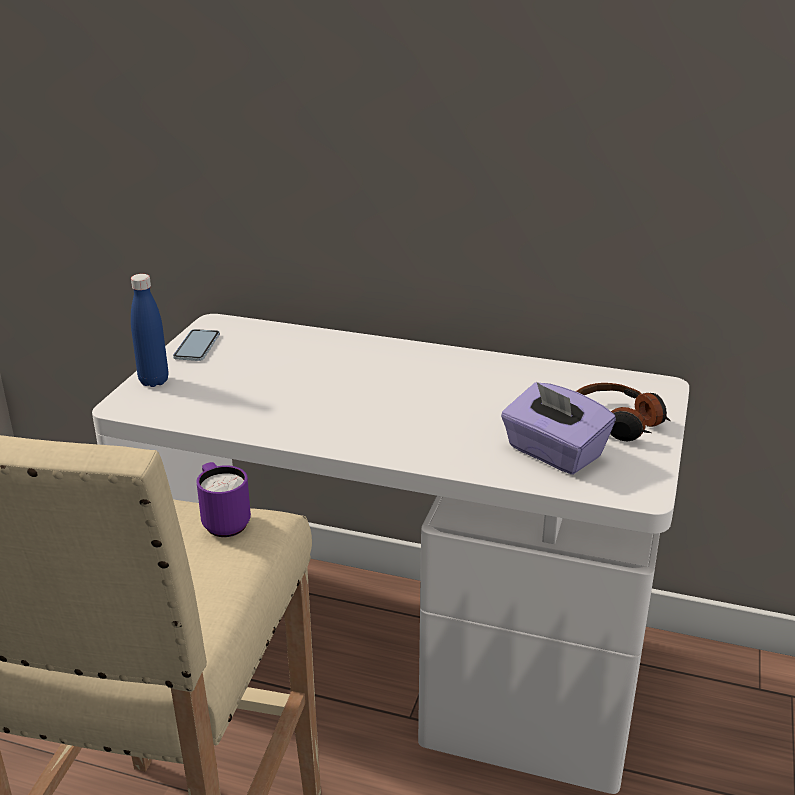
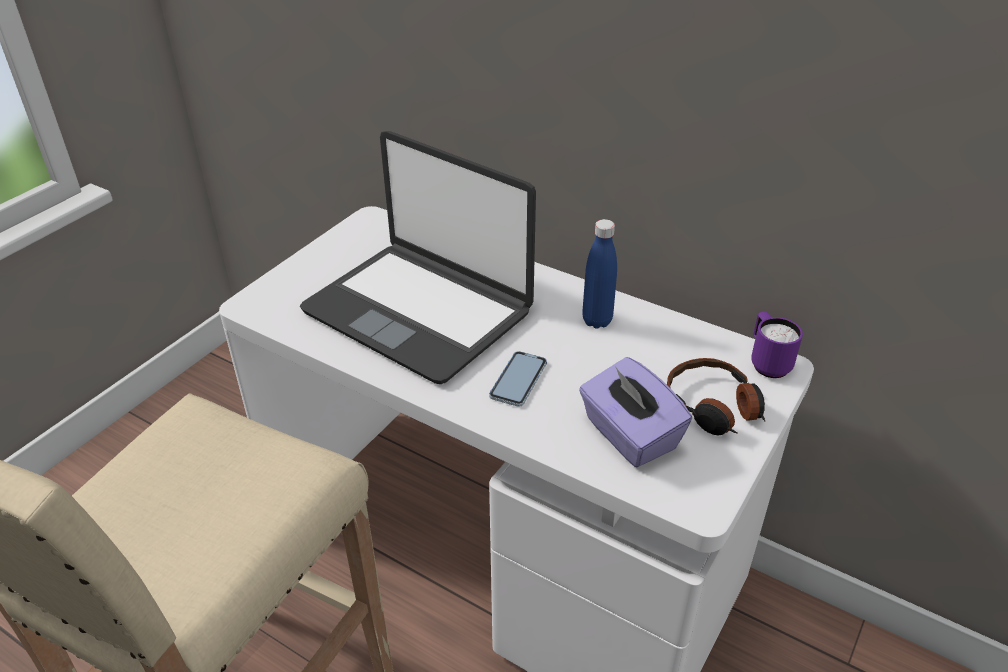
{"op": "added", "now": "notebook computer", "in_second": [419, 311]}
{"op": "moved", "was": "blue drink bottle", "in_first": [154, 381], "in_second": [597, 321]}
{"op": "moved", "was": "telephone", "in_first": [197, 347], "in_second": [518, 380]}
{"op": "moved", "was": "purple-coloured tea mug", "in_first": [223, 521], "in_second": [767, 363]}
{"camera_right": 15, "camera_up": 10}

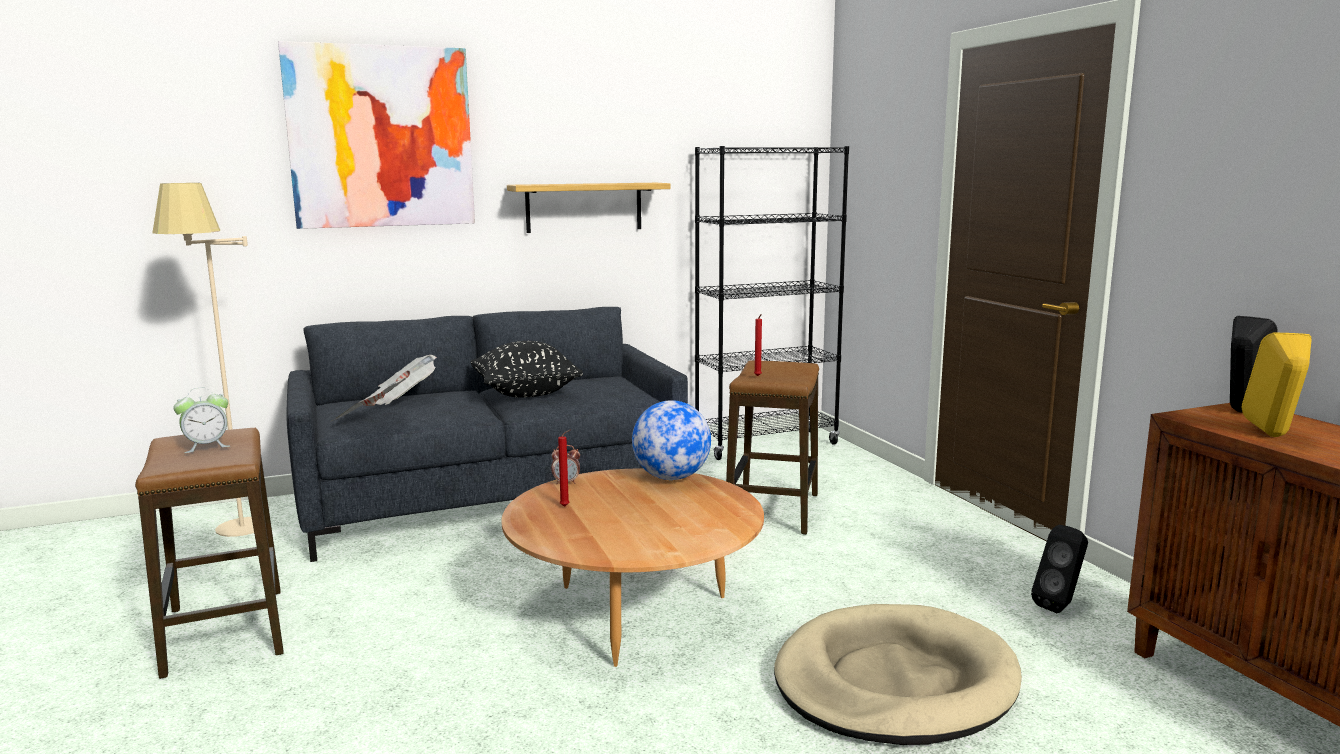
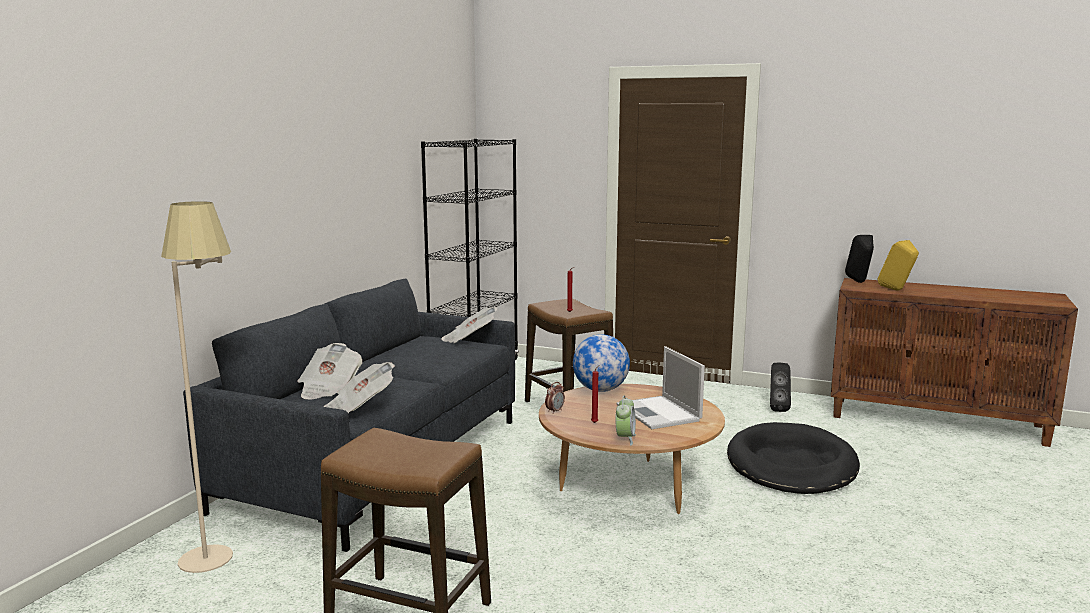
{"op": "removed", "was": "picture", "in_first": [381, 137]}
{"op": "removed", "was": "black cushion", "in_first": [526, 393]}
{"op": "removed", "was": "shelf", "in_first": [584, 207]}
{"op": "added", "now": "daily paper", "in_second": [469, 340]}
{"op": "added", "now": "notebook computer", "in_second": [659, 413]}
{"op": "moved", "was": "alarm clock", "in_first": [206, 446], "in_second": [625, 438]}
{"op": "recoloured", "was": "sand-coloured dog cushion", "now": "black dog cushion", "in_first": [894, 682], "in_second": [791, 465]}
{"camera_right": -45, "camera_up": 0}

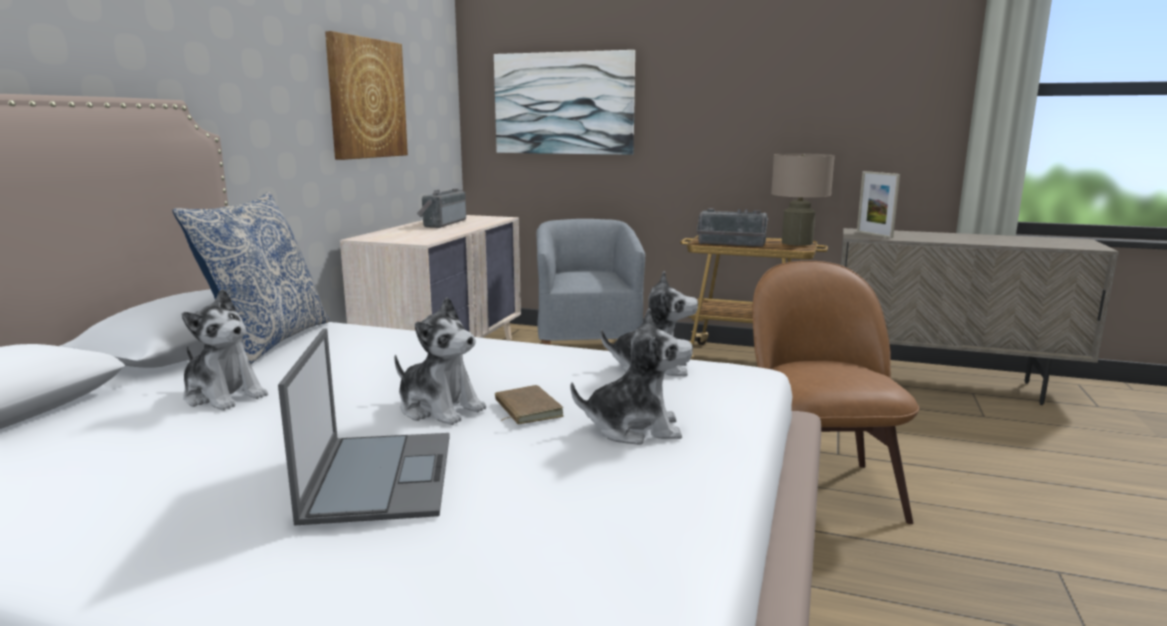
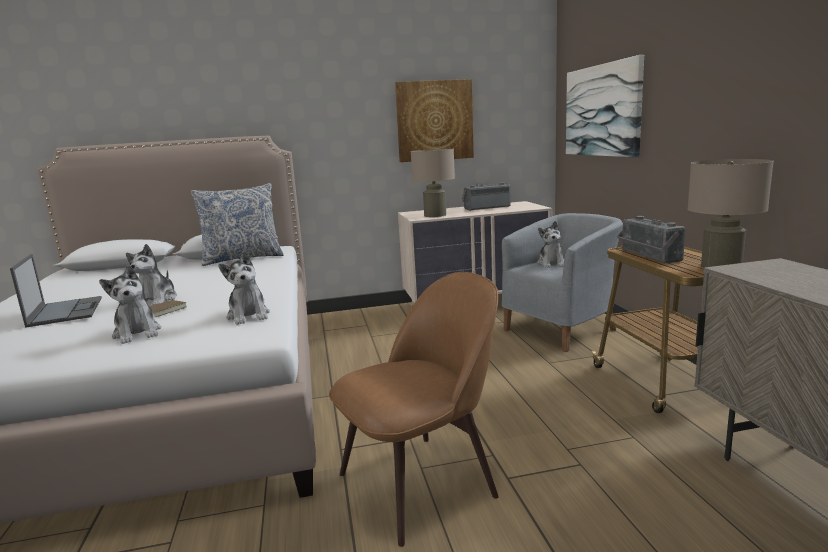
{"op": "removed", "was": "picture frame", "in_first": [874, 234]}
{"op": "added", "now": "sand-coloured lamp for a table", "in_second": [435, 215]}
{"op": "moved", "was": "cuddly toy", "in_first": [224, 395], "in_second": [551, 264]}
{"op": "turned", "was": "notebook computer", "in_first": [380, 475], "in_second": [66, 311], "clockwise": -75}
{"camera_right": 60, "camera_up": 0}

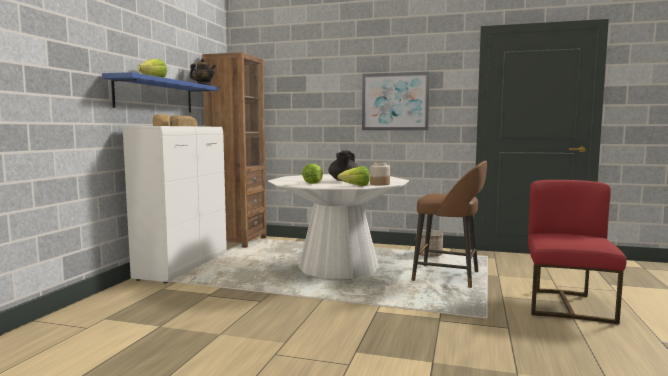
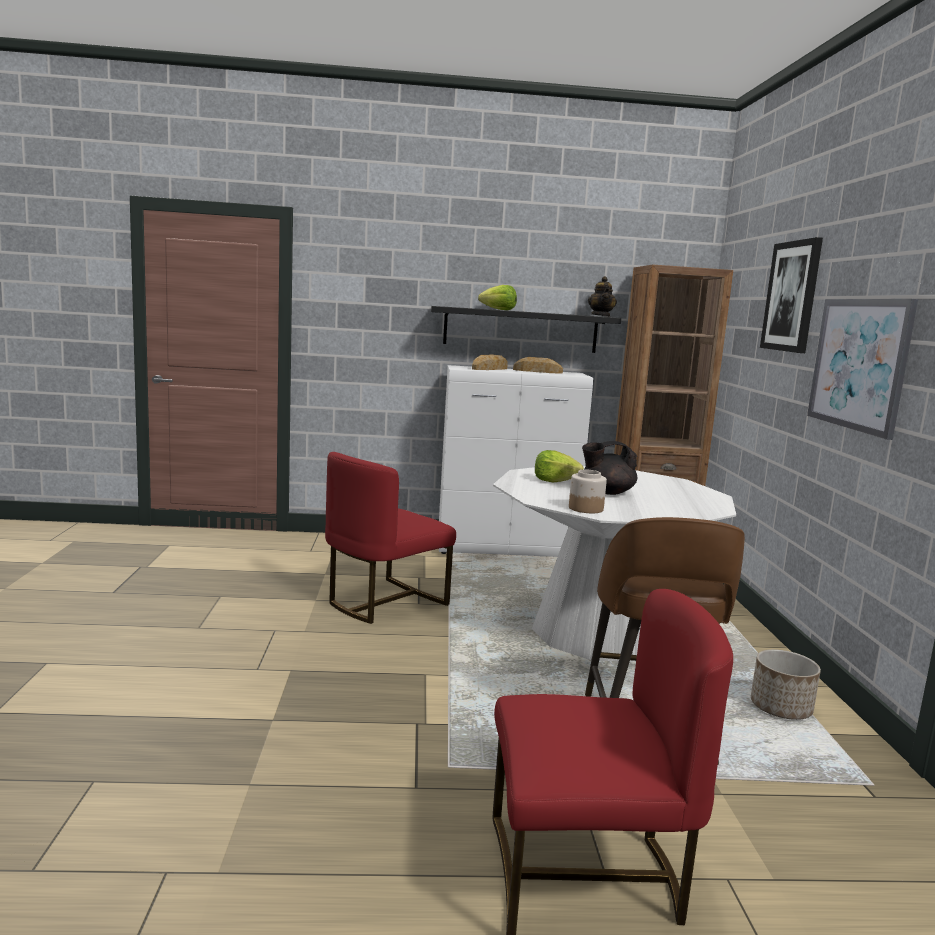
{"op": "removed", "was": "lettuce head", "in_first": [355, 186]}
{"op": "added", "now": "red-coloured chair", "in_second": [384, 602]}
{"op": "added", "now": "picture", "in_second": [792, 296]}
{"op": "recoloured", "was": "blue shelf", "now": "black shelf", "in_first": [155, 96], "in_second": [520, 330]}
{"camera_right": 70, "camera_up": 5}

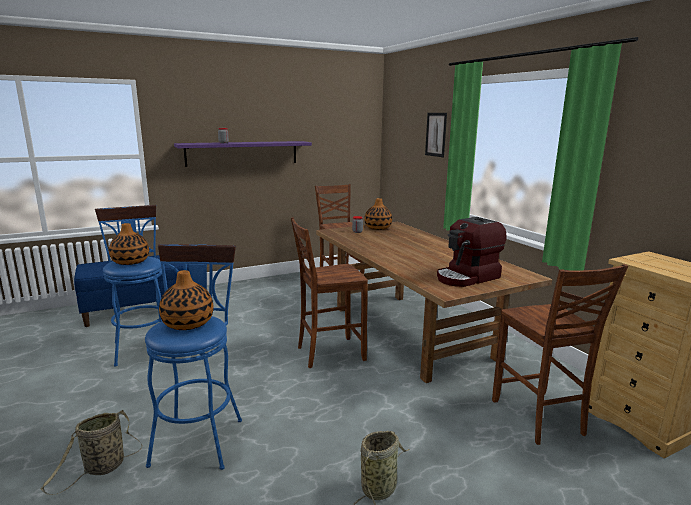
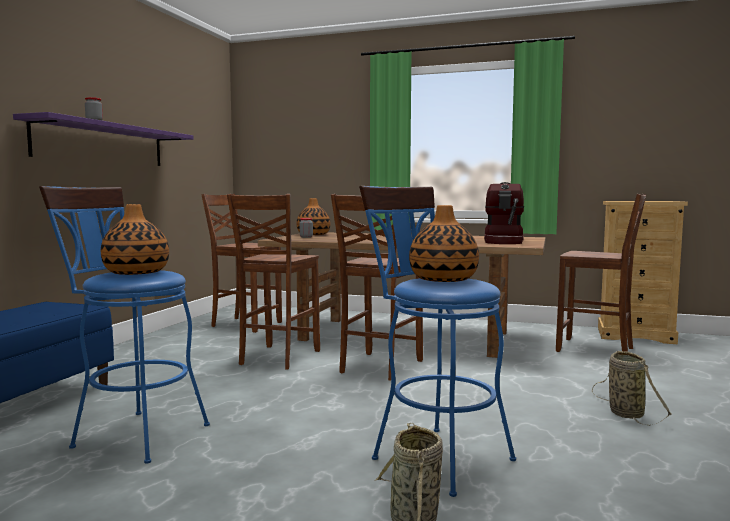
{"op": "removed", "was": "picture", "in_first": [436, 134]}
{"op": "added", "now": "brown-coloured chair", "in_second": [277, 358]}
{"camera_right": -45, "camera_up": -10}

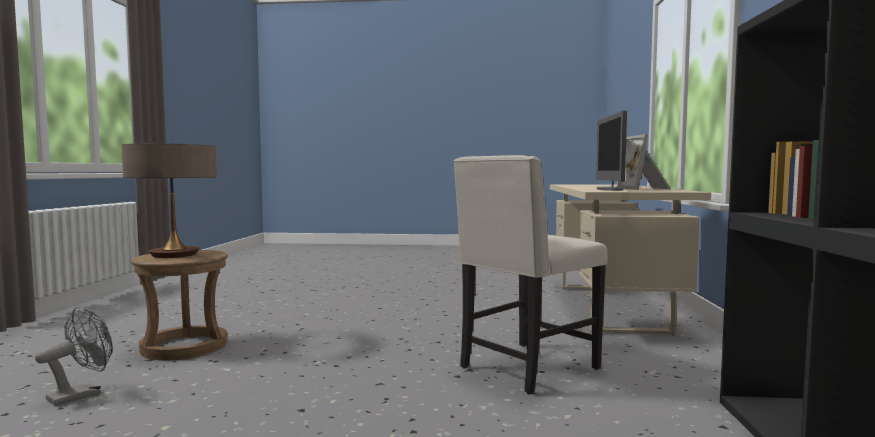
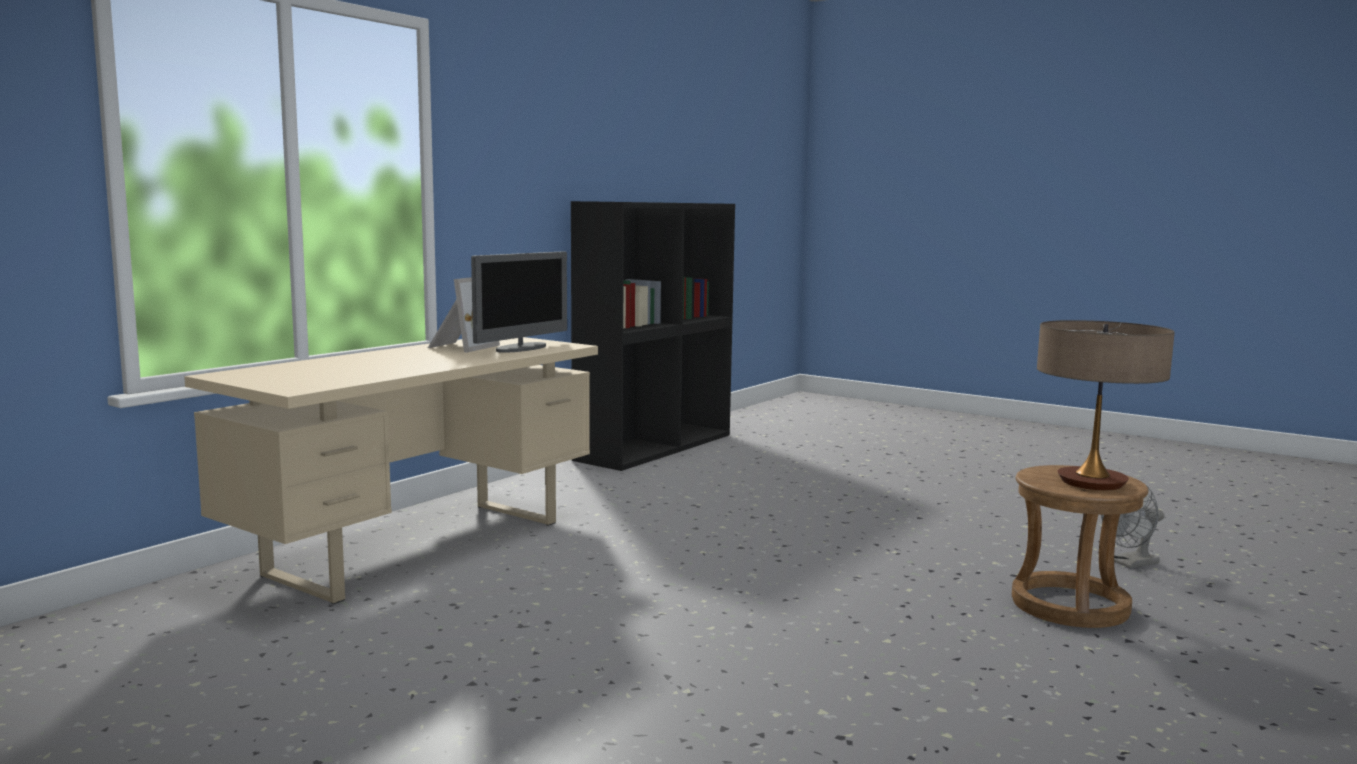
{"op": "removed", "was": "sand-coloured chair", "in_first": [526, 368]}
{"camera_right": -150, "camera_up": 5}

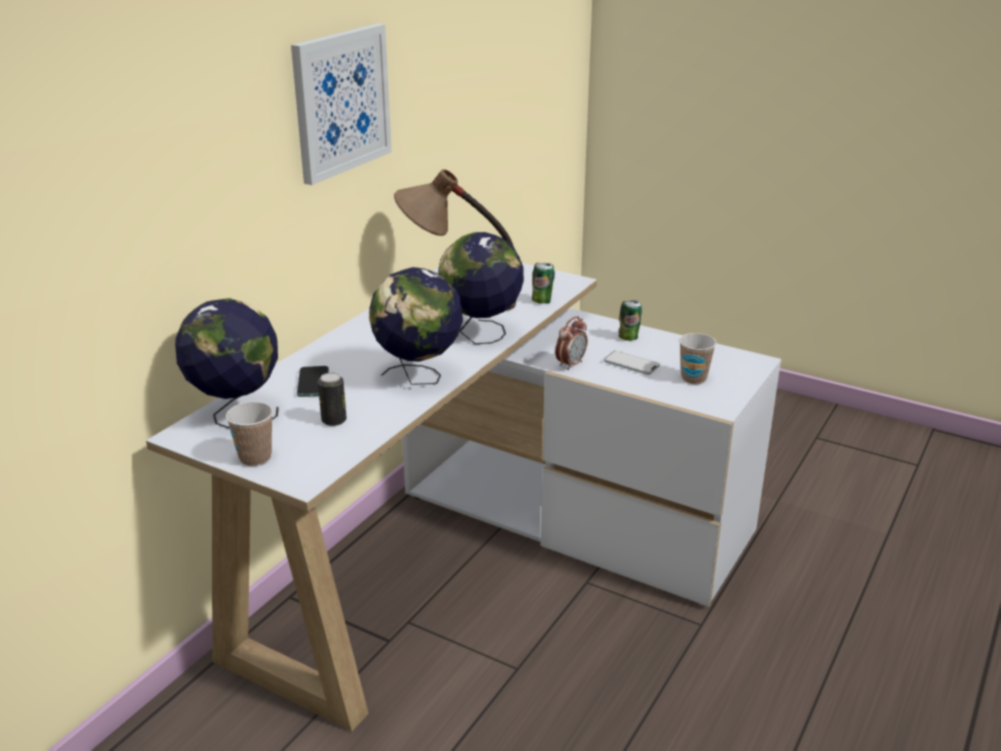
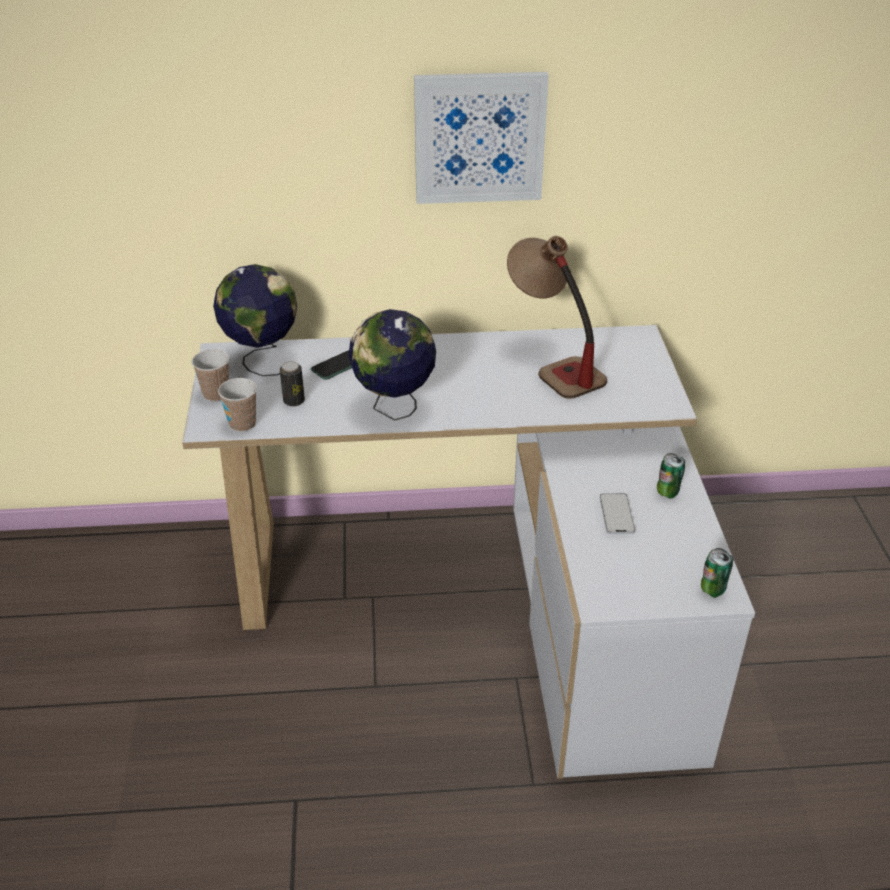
{"op": "removed", "was": "desk globe", "in_first": [481, 335]}
{"op": "removed", "was": "alarm clock", "in_first": [571, 364]}
{"op": "moved", "was": "sealed can", "in_first": [542, 301], "in_second": [712, 590]}
{"op": "moved", "was": "small cup", "in_first": [693, 378], "in_second": [242, 424]}
{"camera_right": 55, "camera_up": 10}

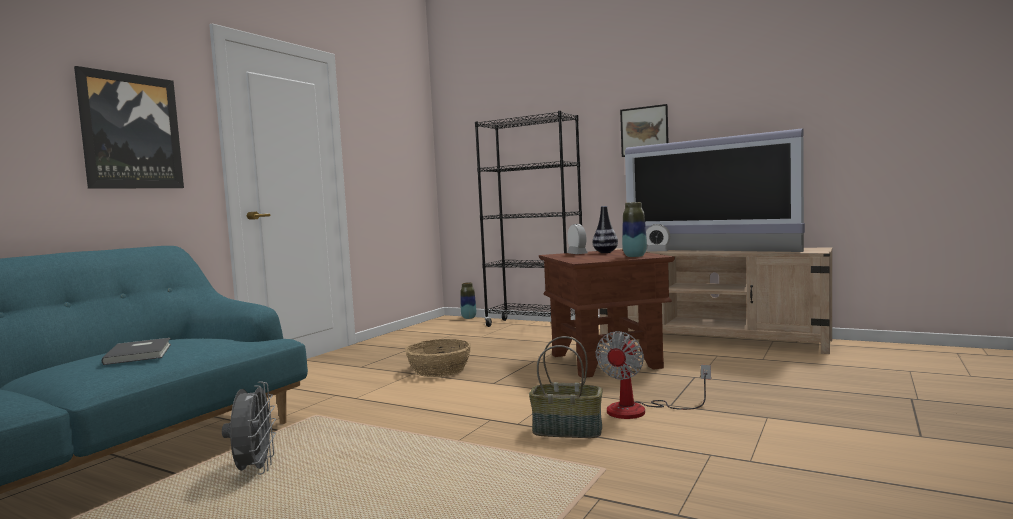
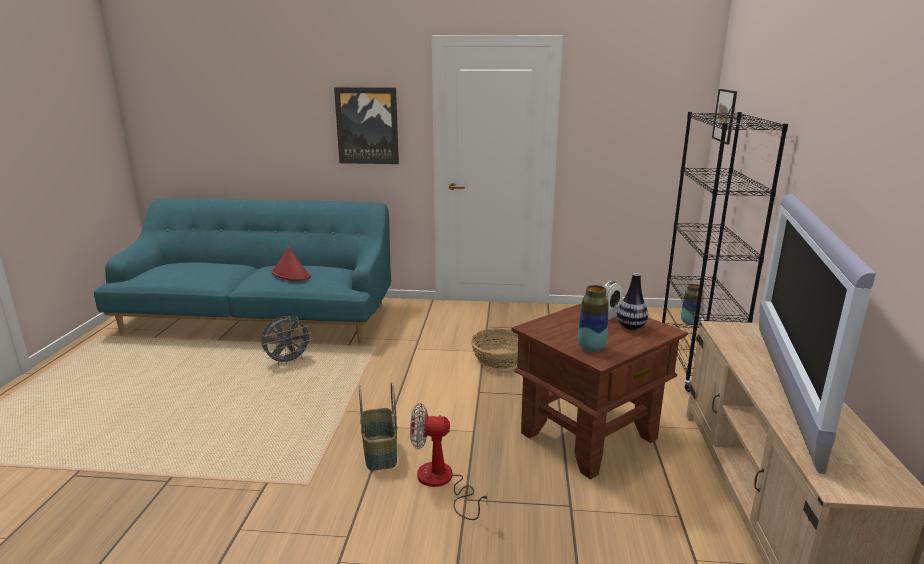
{"op": "removed", "was": "alarm clock", "in_first": [657, 251]}
{"op": "moved", "was": "picture", "in_first": [644, 131], "in_second": [725, 116]}
{"op": "replaced", "was": "gray bound book", "now": "red-coloured wearable hat", "in_first": [141, 353], "in_second": [291, 274]}
{"camera_right": 65, "camera_up": 15}

